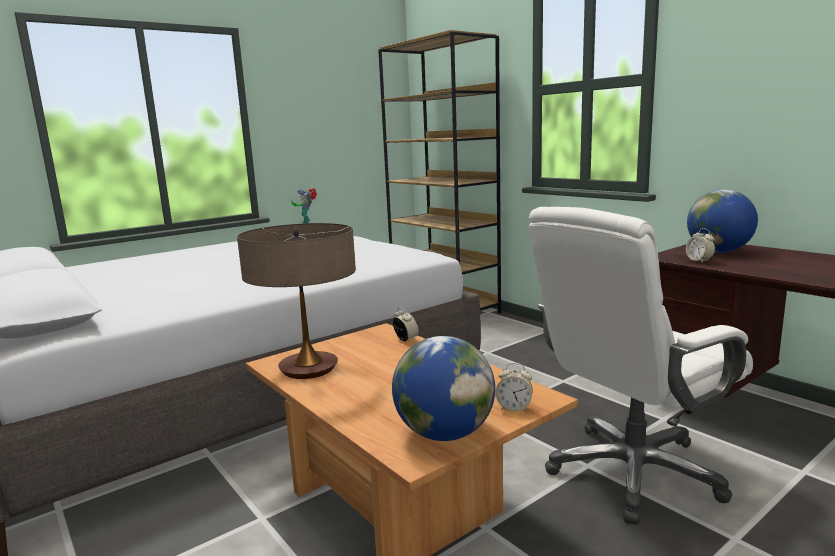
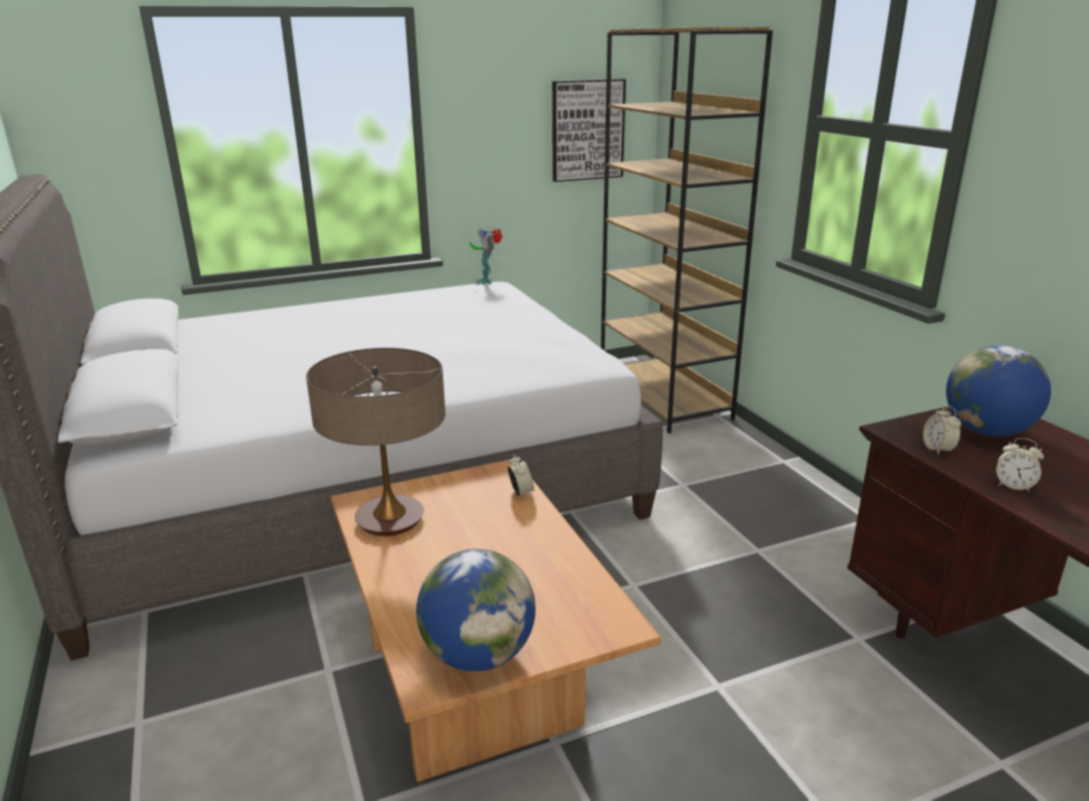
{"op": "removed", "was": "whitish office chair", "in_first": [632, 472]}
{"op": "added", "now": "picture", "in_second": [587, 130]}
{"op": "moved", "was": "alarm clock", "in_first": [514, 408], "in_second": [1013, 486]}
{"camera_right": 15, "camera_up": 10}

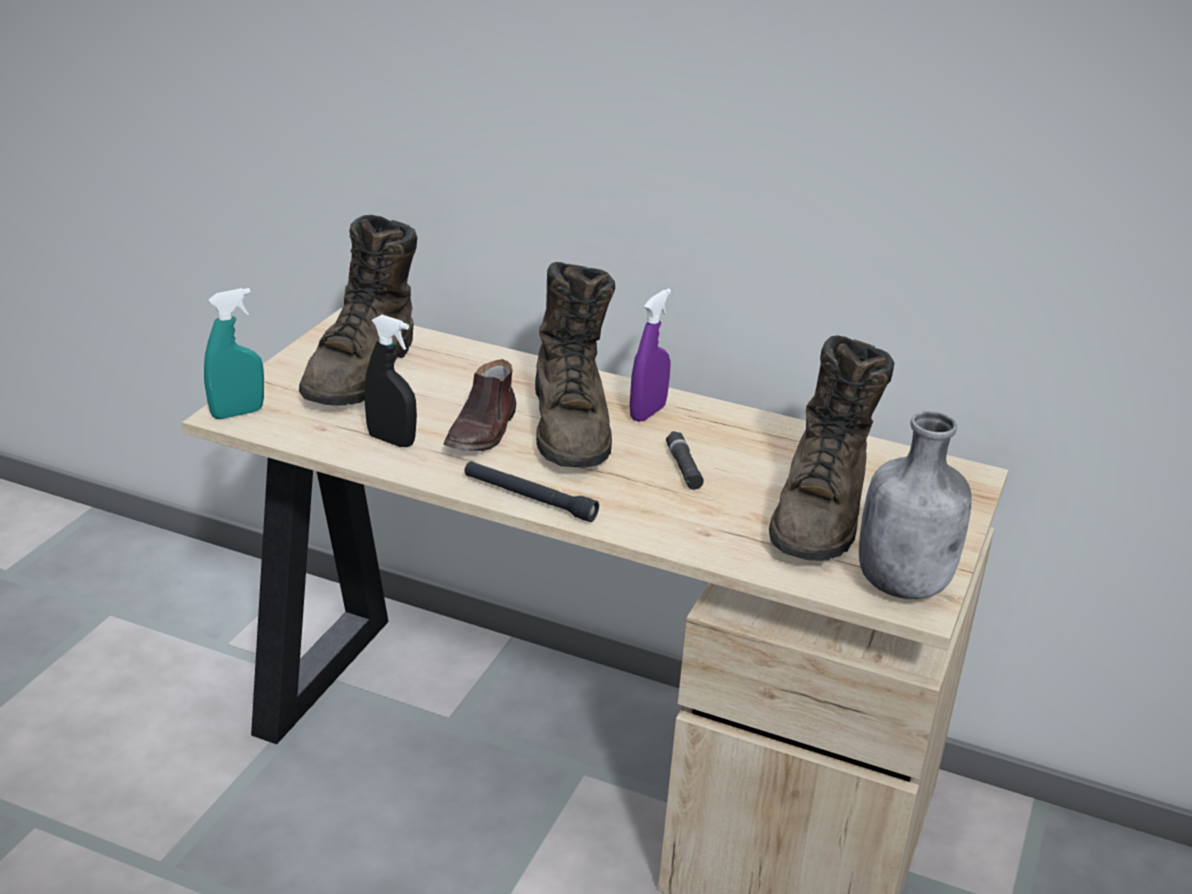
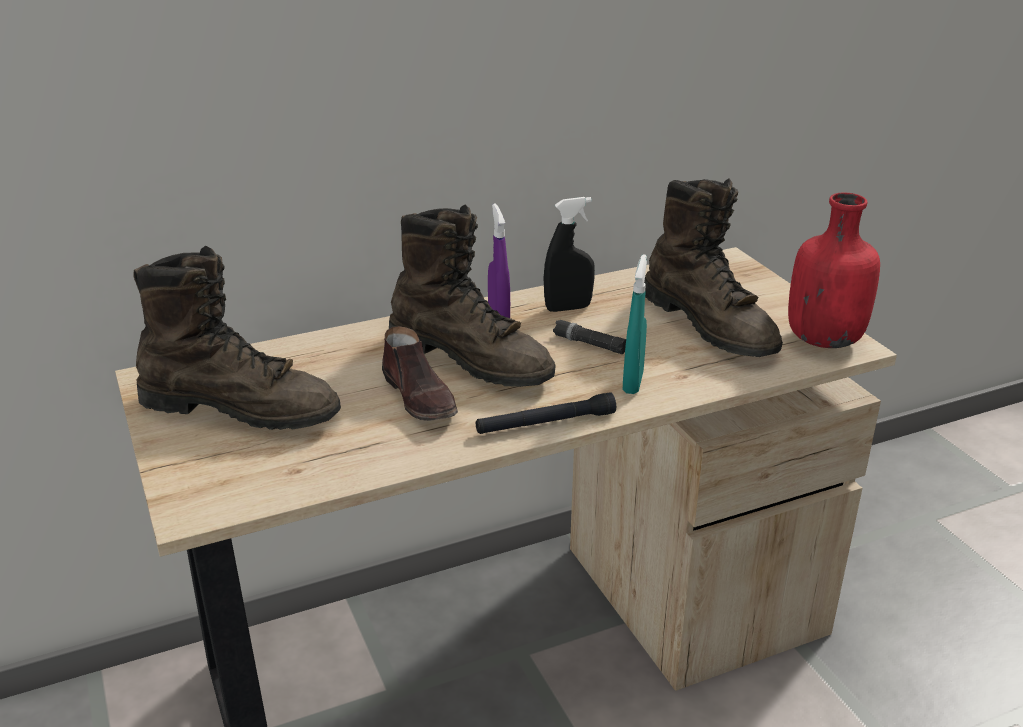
{"op": "moved", "was": "blue-green hand sprayer", "in_first": [237, 413], "in_second": [632, 382]}
{"op": "moved", "was": "black hand sprayer", "in_first": [391, 440], "in_second": [568, 308]}
{"op": "recoloured", "was": "gray drink bottle", "now": "red-coloured drink bottle", "in_first": [904, 584], "in_second": [823, 339]}
{"op": "turned", "was": "brown-coloured high-top boot", "in_first": [363, 372], "in_second": [242, 409], "clockwise": -45}
{"camera_right": -45, "camera_up": 0}

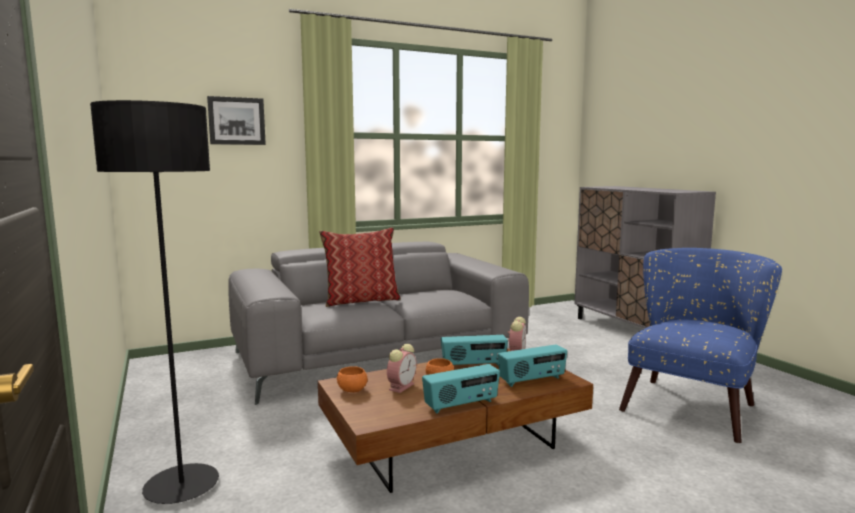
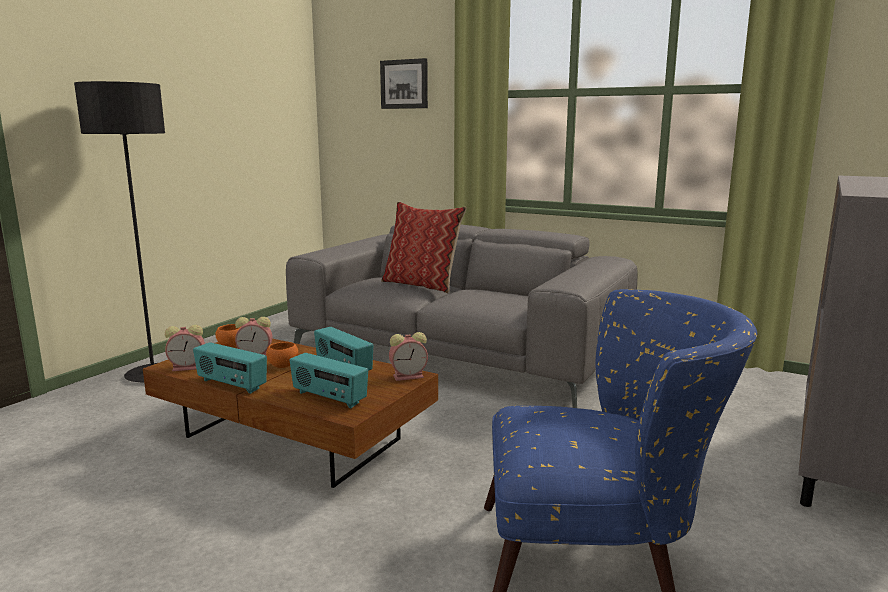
{"op": "added", "now": "alarm clock", "in_second": [189, 367]}
{"camera_right": 55, "camera_up": 5}

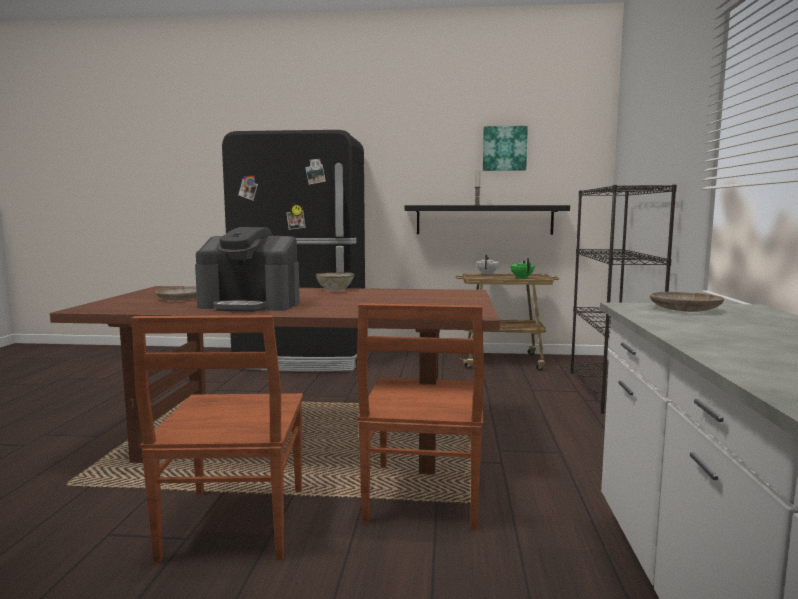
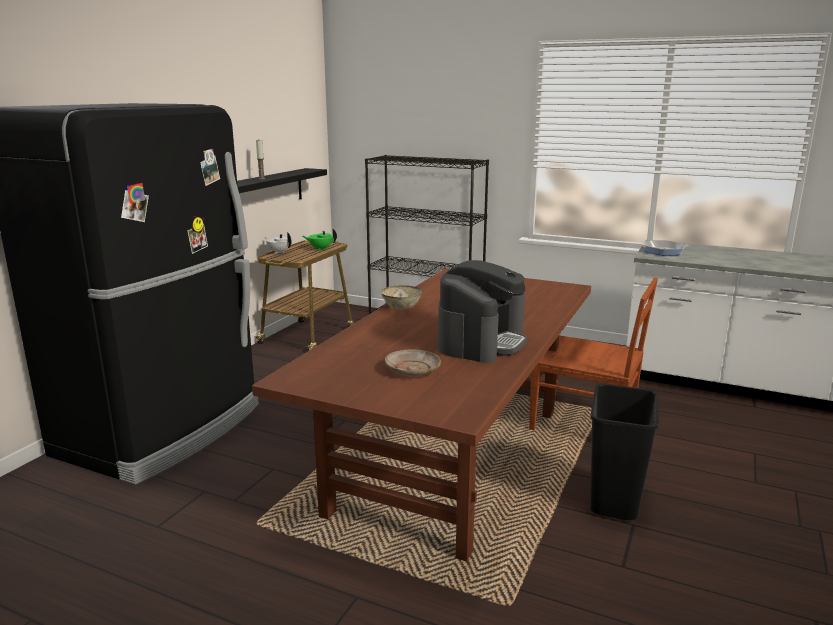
{"op": "removed", "was": "picture", "in_first": [504, 148]}
{"op": "replaced", "was": "brown-coloured chair", "now": "black trash can", "in_first": [234, 525], "in_second": [615, 502]}
{"op": "replaced", "was": "sand-coloured plate", "now": "frying pan", "in_first": [684, 309], "in_second": [663, 251]}
{"camera_right": -70, "camera_up": 10}

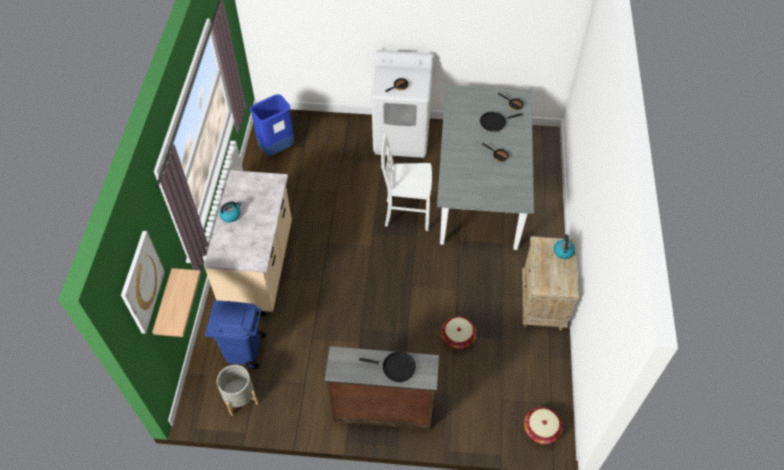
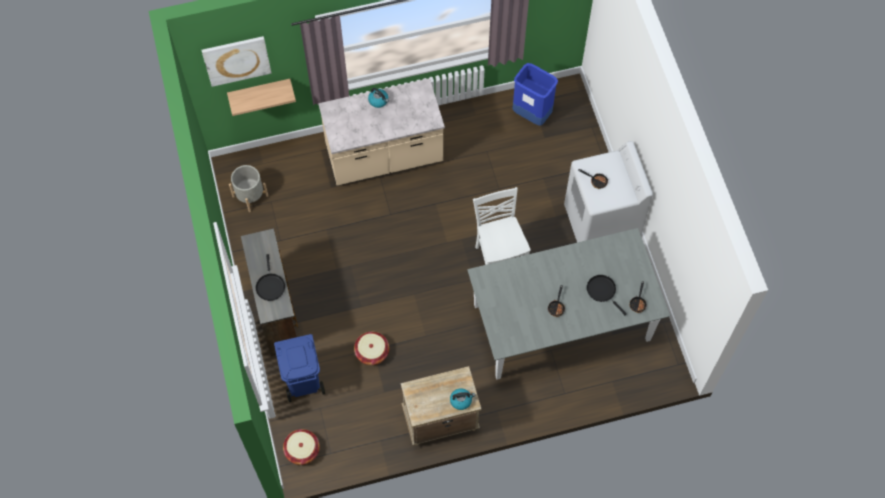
{"op": "moved", "was": "blue trash can", "in_first": [243, 350], "in_second": [304, 381]}
{"camera_right": 70, "camera_up": 10}

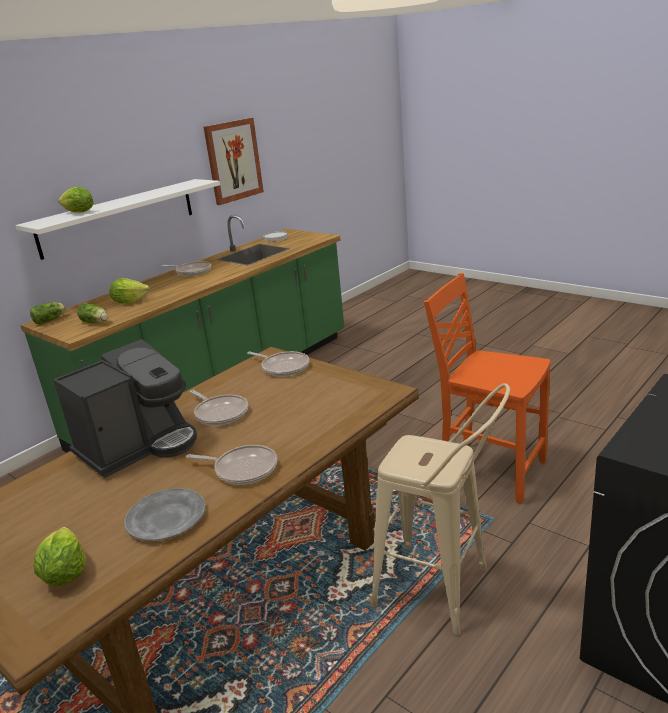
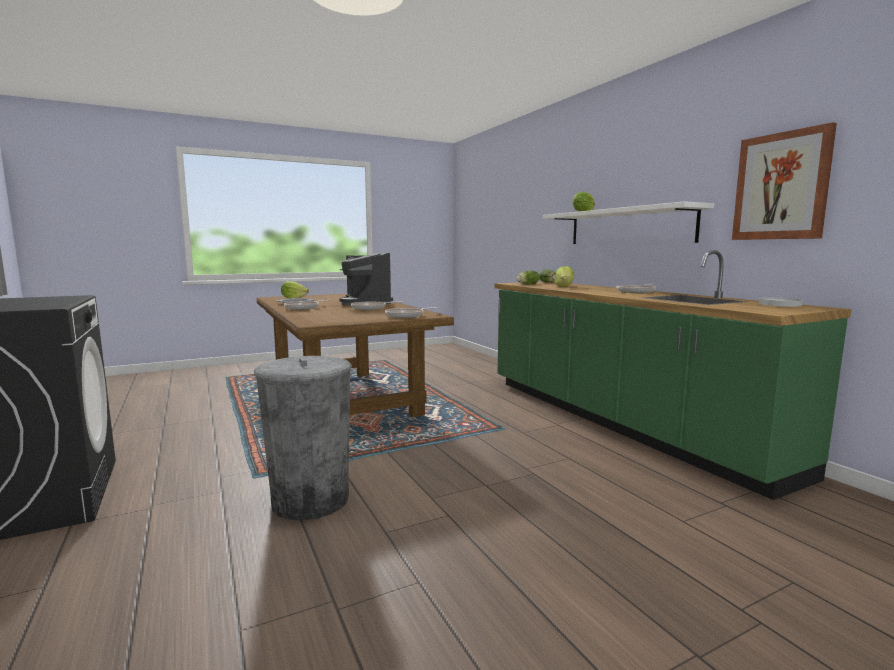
{"op": "removed", "was": "sand-coloured stool", "in_first": [443, 592]}
{"op": "replaced", "was": "orangey chair", "now": "gray trash can", "in_first": [489, 469], "in_second": [310, 500]}
{"camera_right": 110, "camera_up": -15}

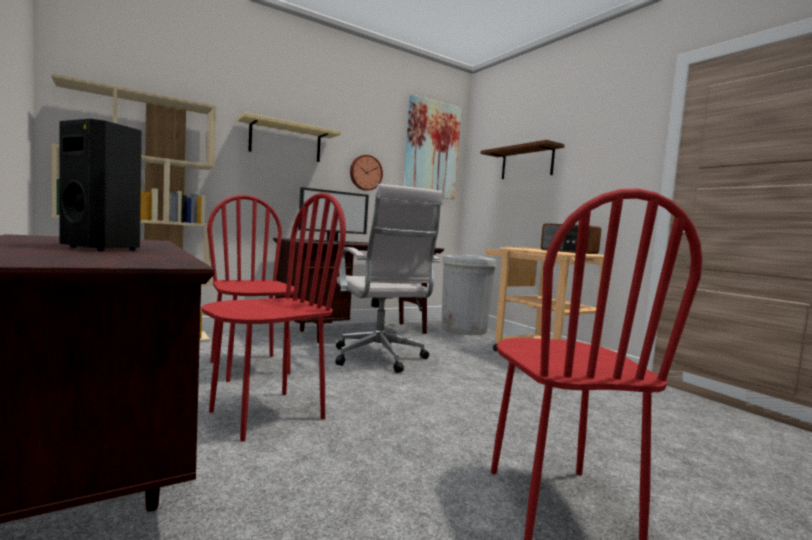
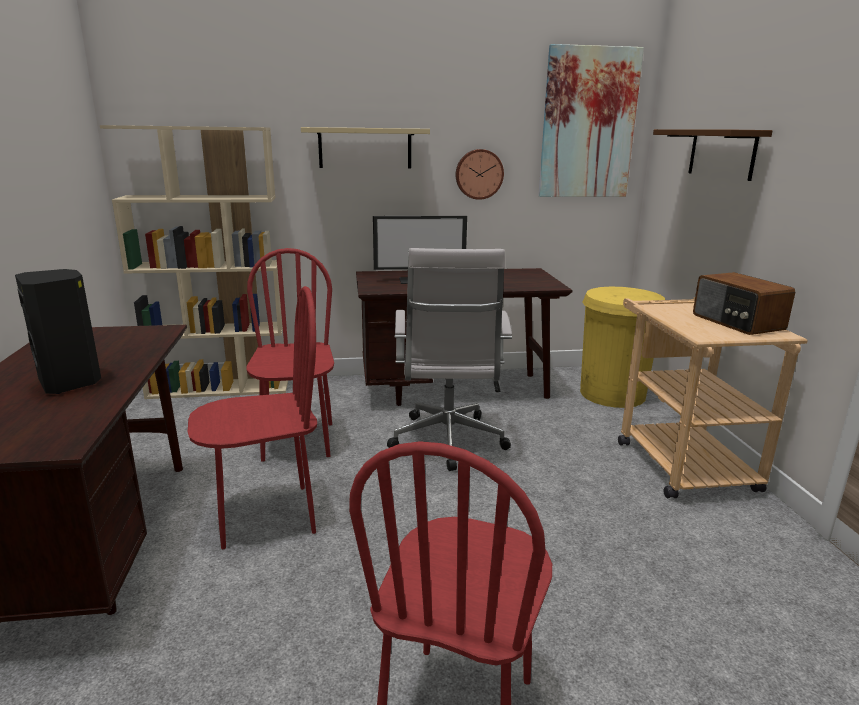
{"op": "recoloured", "was": "whitish trash can", "now": "yellow-coloured trash can", "in_first": [463, 329], "in_second": [612, 394]}
{"camera_right": 25, "camera_up": 15}

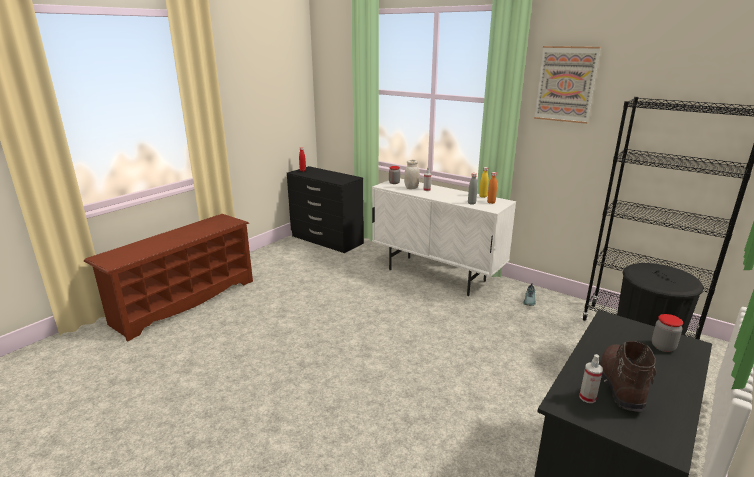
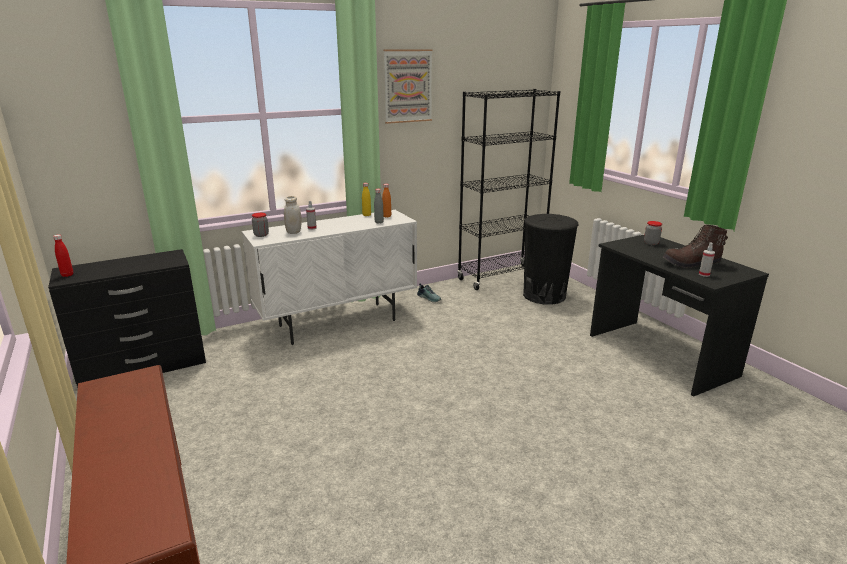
{"op": "turned", "was": "brown-coloured high-top boot", "in_first": [619, 385], "in_second": [691, 264], "clockwise": -45}
{"camera_right": -65, "camera_up": 0}

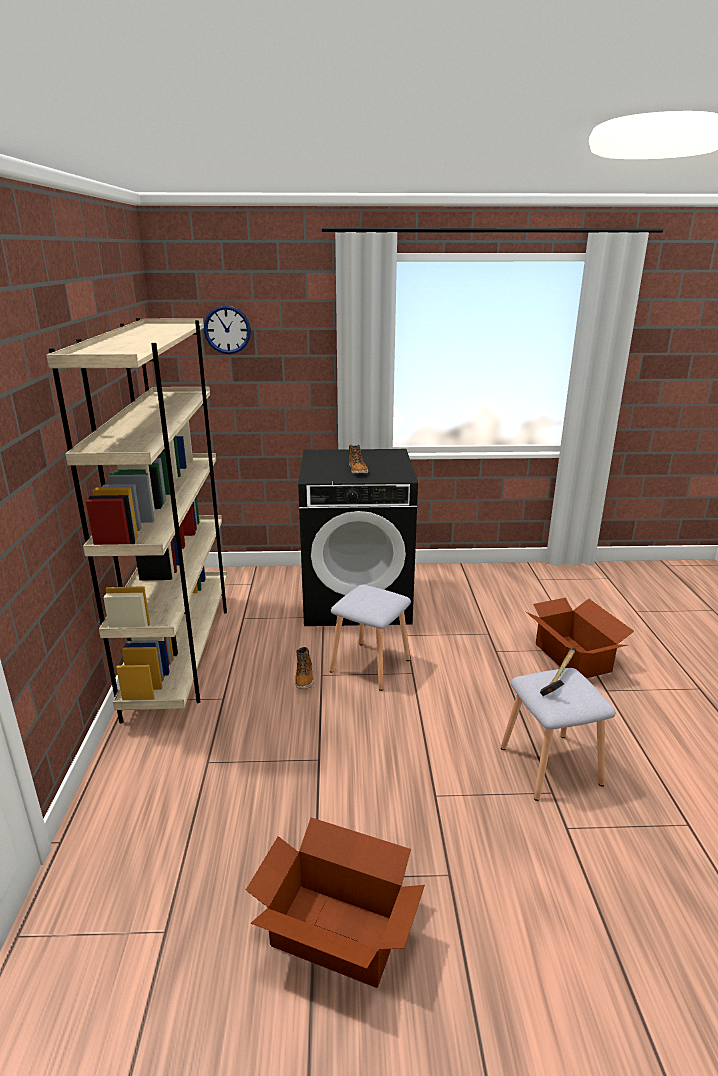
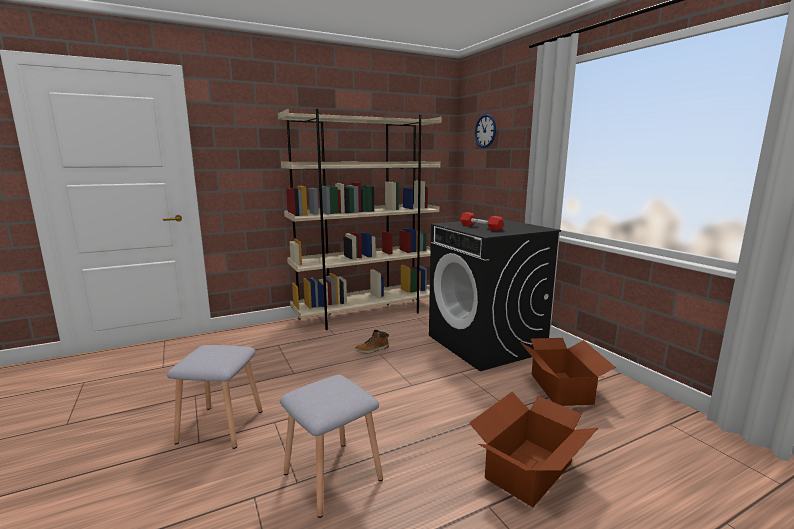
{"op": "removed", "was": "hand hammer", "in_first": [559, 678]}
{"op": "moved", "was": "carton", "in_first": [336, 932], "in_second": [561, 388]}
{"op": "moved", "was": "gray stool", "in_first": [370, 664], "in_second": [222, 426]}
{"op": "replaced", "was": "high-top boot", "now": "red-coloured hand weight", "in_first": [358, 470], "in_second": [480, 227]}
{"camera_right": 65, "camera_up": -10}

